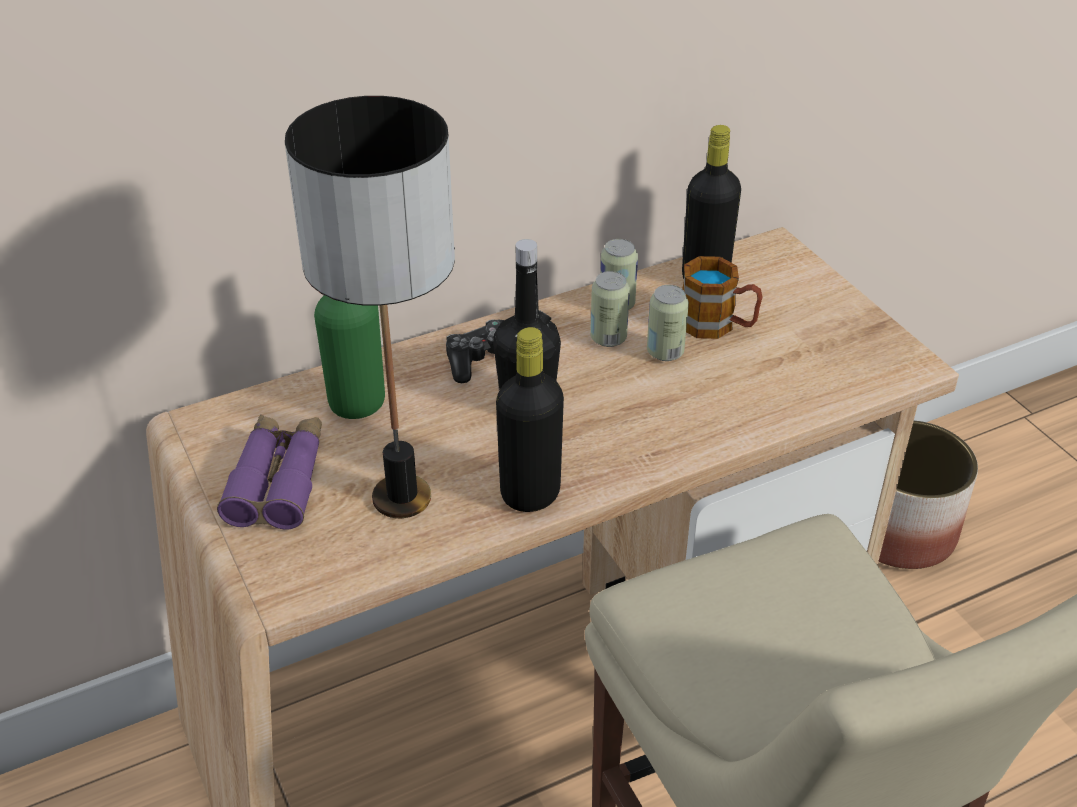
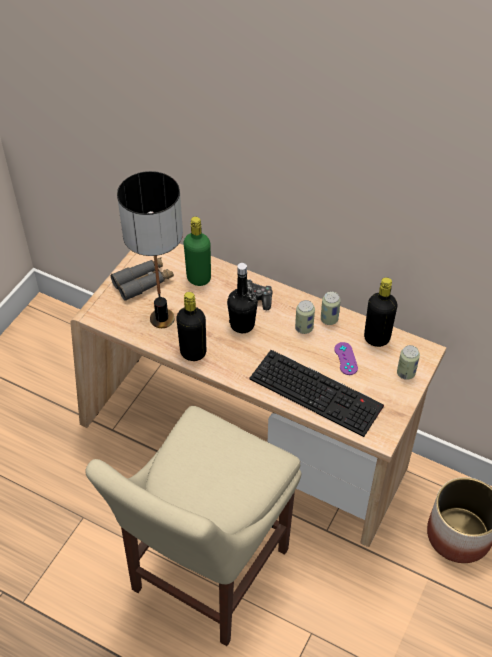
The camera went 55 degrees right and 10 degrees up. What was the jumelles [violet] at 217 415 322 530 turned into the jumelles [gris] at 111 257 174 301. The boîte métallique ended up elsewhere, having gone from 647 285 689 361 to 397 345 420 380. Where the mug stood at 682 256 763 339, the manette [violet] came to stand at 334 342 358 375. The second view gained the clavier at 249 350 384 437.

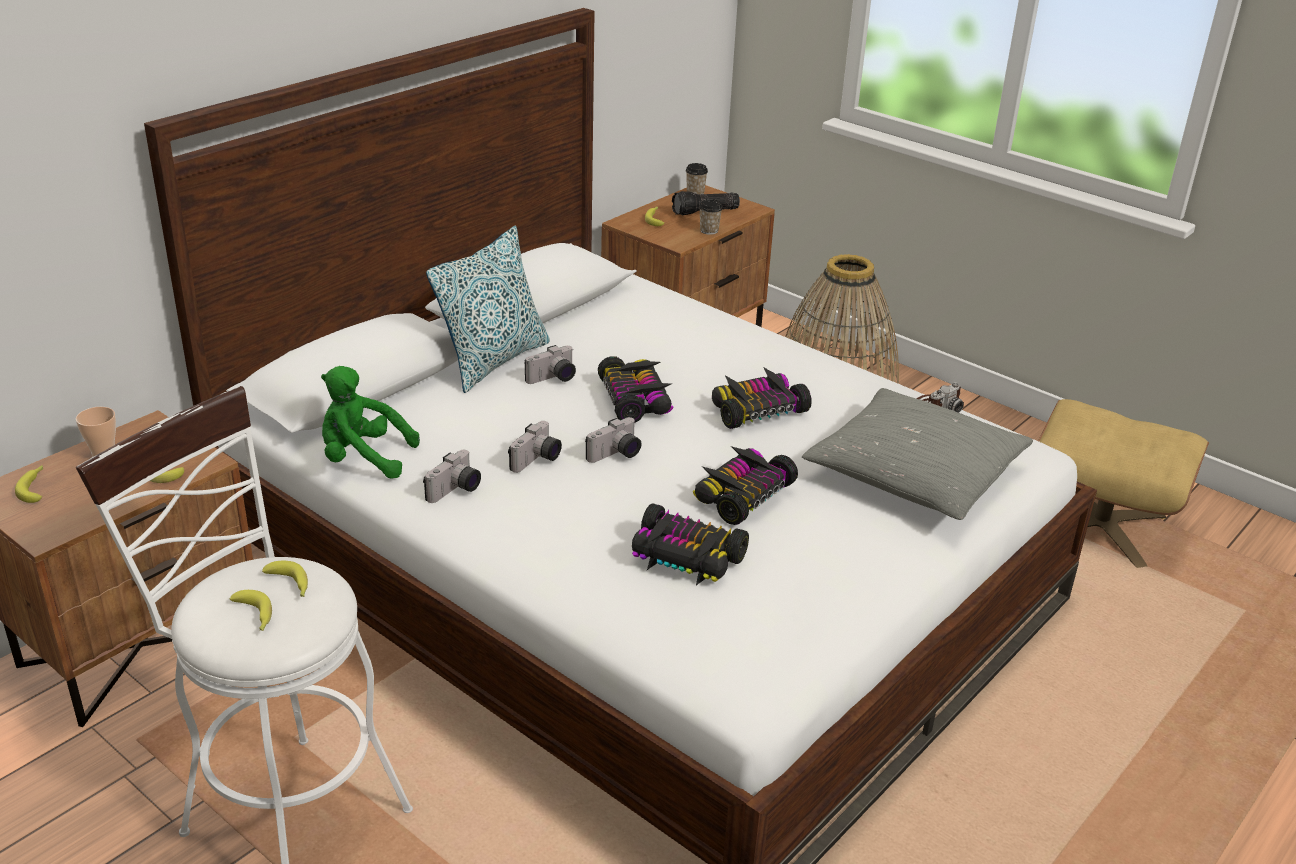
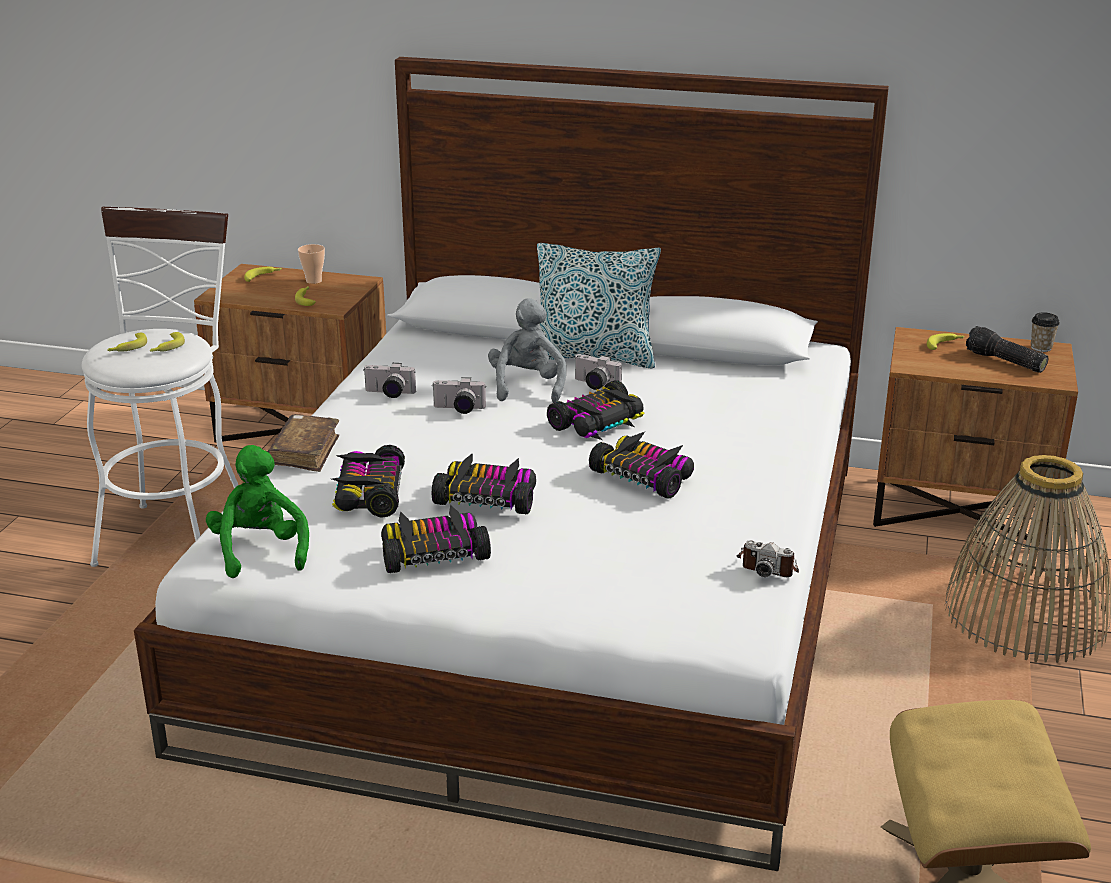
The camera went 65 degrees right and 5 degrees down. The peluche [vert] ended up elsewhere, having gone from 321 366 420 479 to 206 445 309 578. The second view lost the appareil photo at 585 417 641 463. The second view lost the tasse at 699 199 723 235. The second view lost the coussin [gris] at 802 388 1033 520. The second view gained the livre [marron] at 267 414 339 472. The second view gained the petite voiture at 381 505 491 573. The second view gained the peluche [gris] at 488 298 566 403.

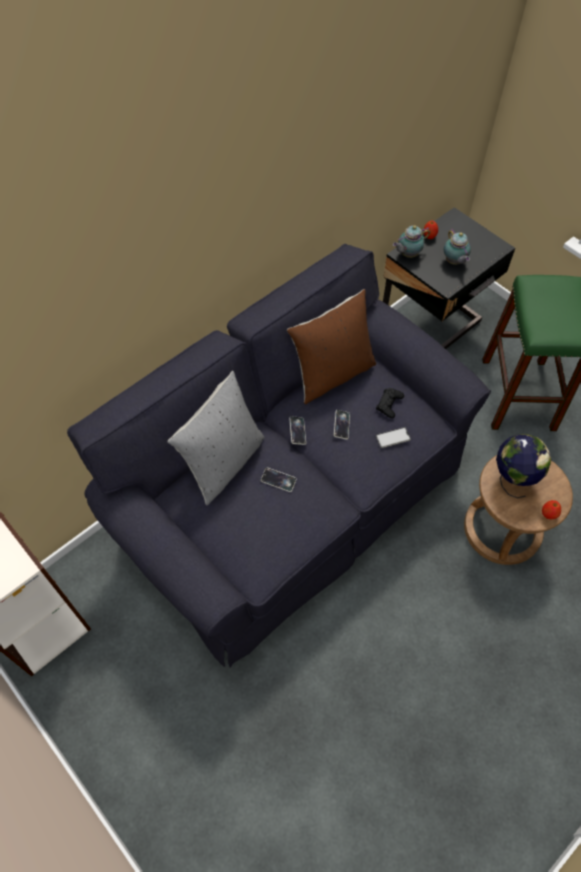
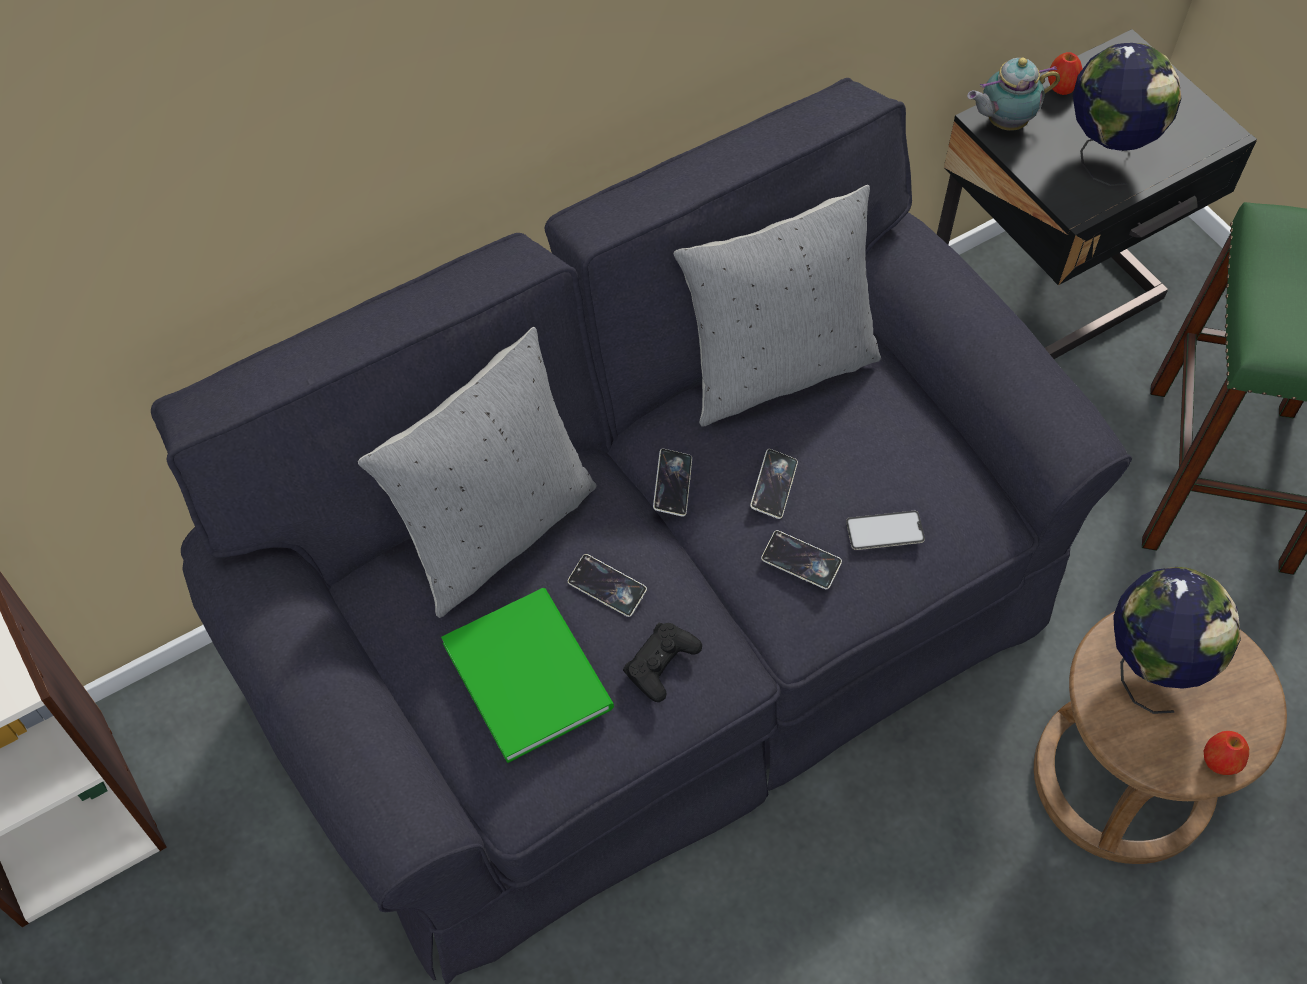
The camera went 10 degrees right and 0 degrees up. What was the coussin [marron] at 287 289 376 404 turned into the coussin [gris] at 674 185 881 426. The manette [noir] ended up elsewhere, having gone from 376 388 404 418 to 623 623 702 702. Where the théière stood at 444 229 471 265, the globe came to stand at 1073 43 1181 186. The second view gained the livre [vert] at 441 588 614 763. The second view gained the téléphone at 761 530 842 589.

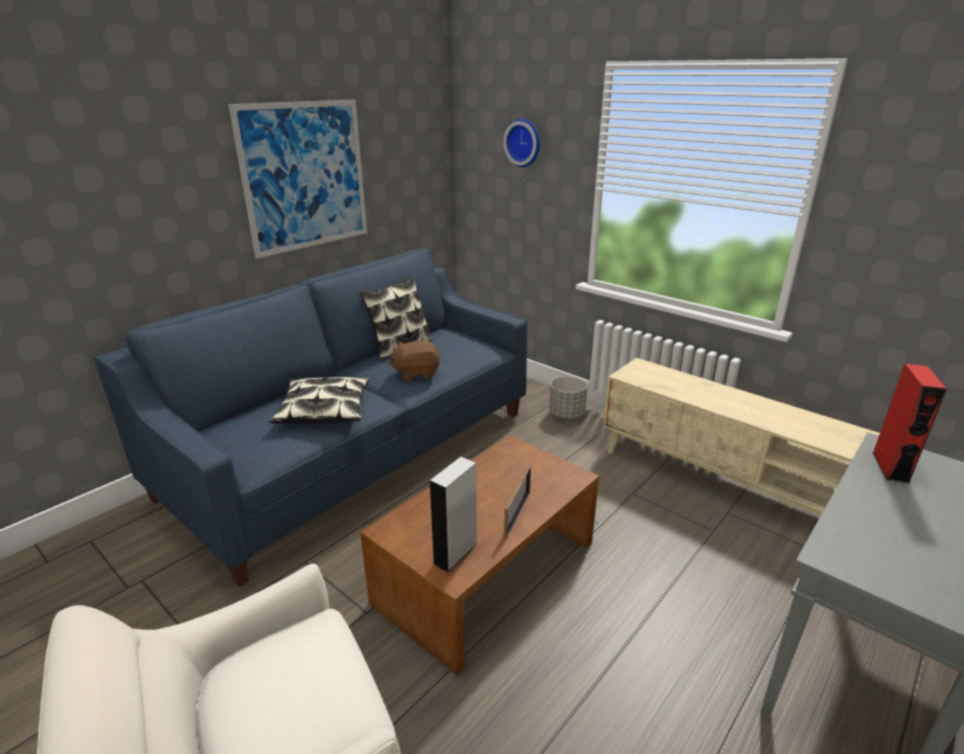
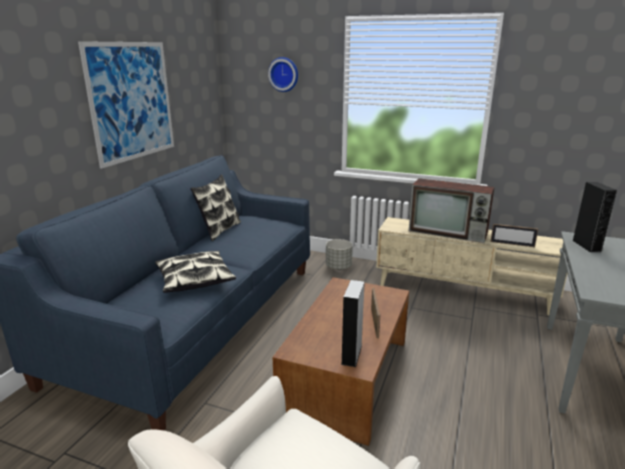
The camera went 20 degrees left and 5 degrees down. The second view lost the peluche [marron] at 389 340 440 381. What was the enceinte [rouge] at 872 364 947 484 turned into the enceinte [noir] at 572 182 617 252. The second view gained the téléviseur at 409 178 494 243. The second view gained the cadre photo at 491 224 538 247.

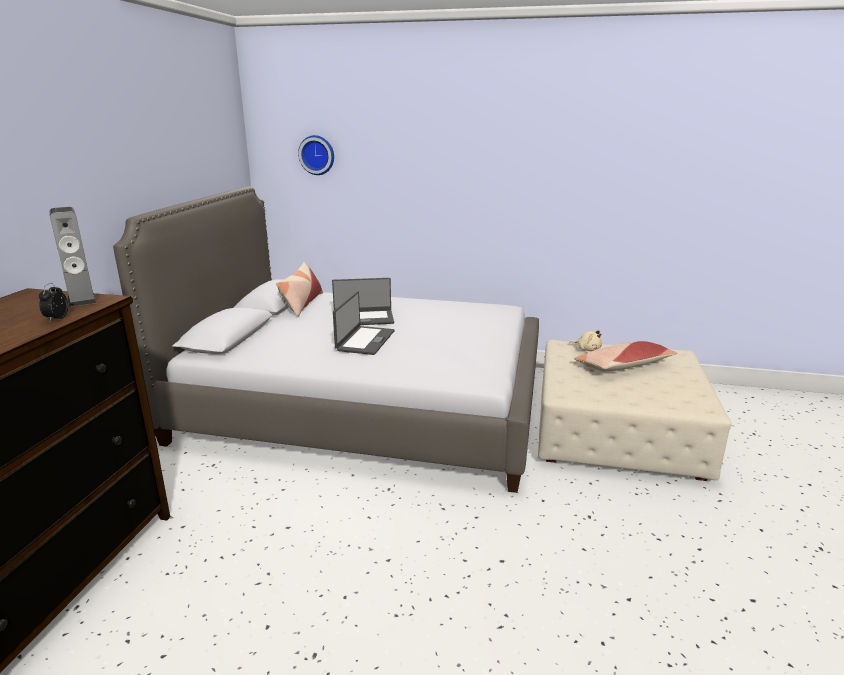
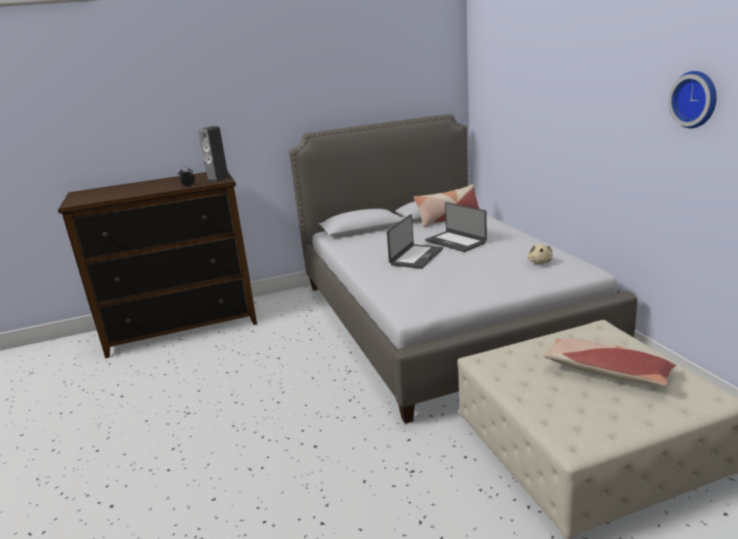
The camera went 60 degrees right and 0 degrees up. The horloge murale ended up elsewhere, having gone from 298 135 334 175 to 668 71 717 128. The ordinateur portable at 333 292 395 355 ended up facing another way, 45 degrees counterclockwise from before. The peluche [beige] ended up elsewhere, having gone from 569 330 602 351 to 527 244 553 264.

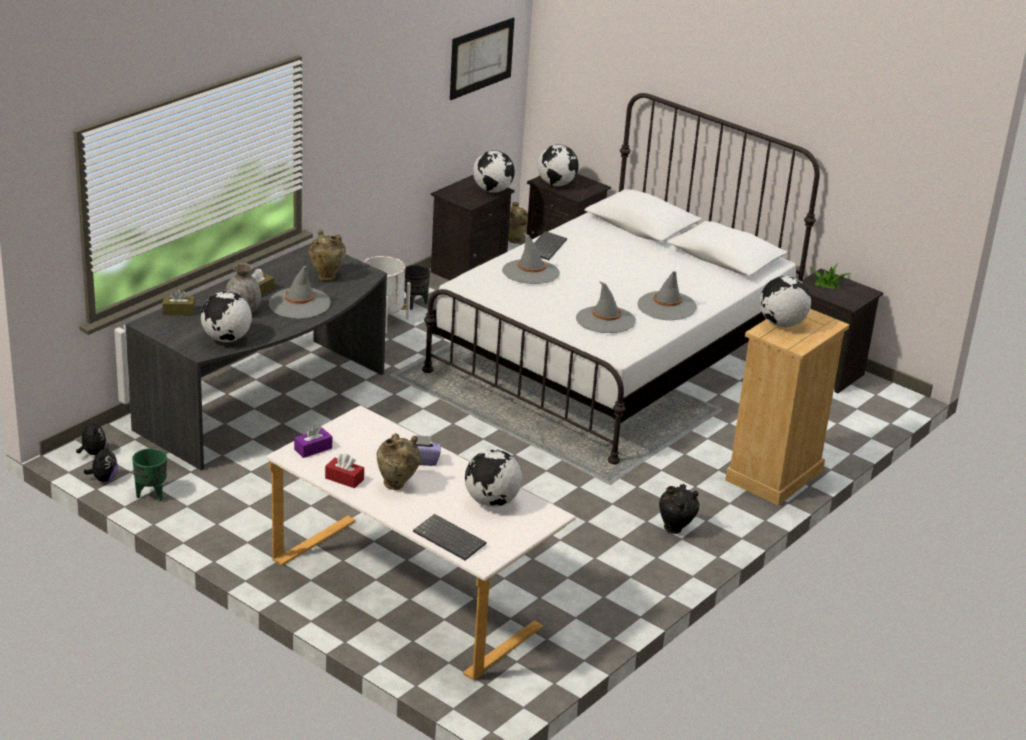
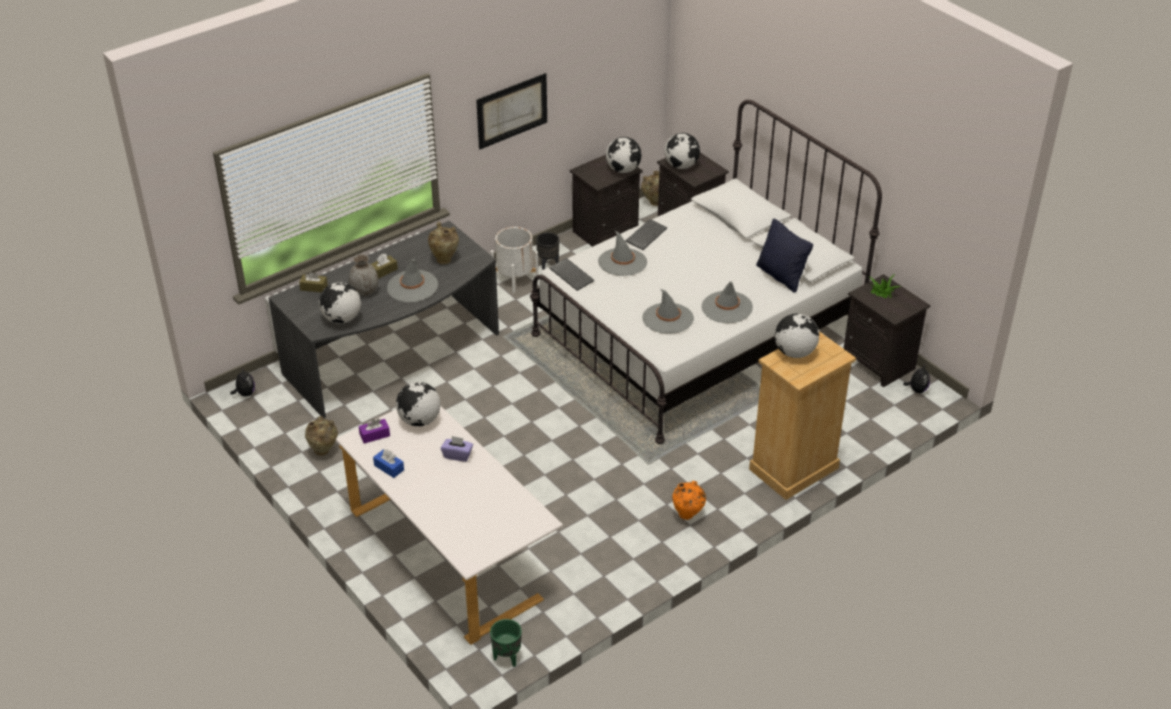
The camera went 15 degrees right and 10 degrees up. The peluche ended up elsewhere, having gone from 84 443 118 482 to 903 365 930 393. The cache-pot [vert] ended up elsewhere, having gone from 132 448 167 501 to 490 619 522 667. What was the boîte à mouchoirs [rouge] at 325 454 364 488 turned into the boîte à mouchoirs [bleu] at 373 449 404 478. The vase [beige] ended up elsewhere, having gone from 377 433 421 490 to 305 416 338 456. The clavier ended up elsewhere, having gone from 413 514 487 560 to 549 258 594 291. The tableau ended up elsewhere, having gone from 450 18 515 100 to 476 73 547 149. The globe ended up elsewhere, having gone from 465 449 522 507 to 396 382 441 427. What was the vase [noir] at 659 484 699 534 turned into the vase [orange] at 672 481 706 520. The second view gained the coussin [noir] at 756 219 813 293.

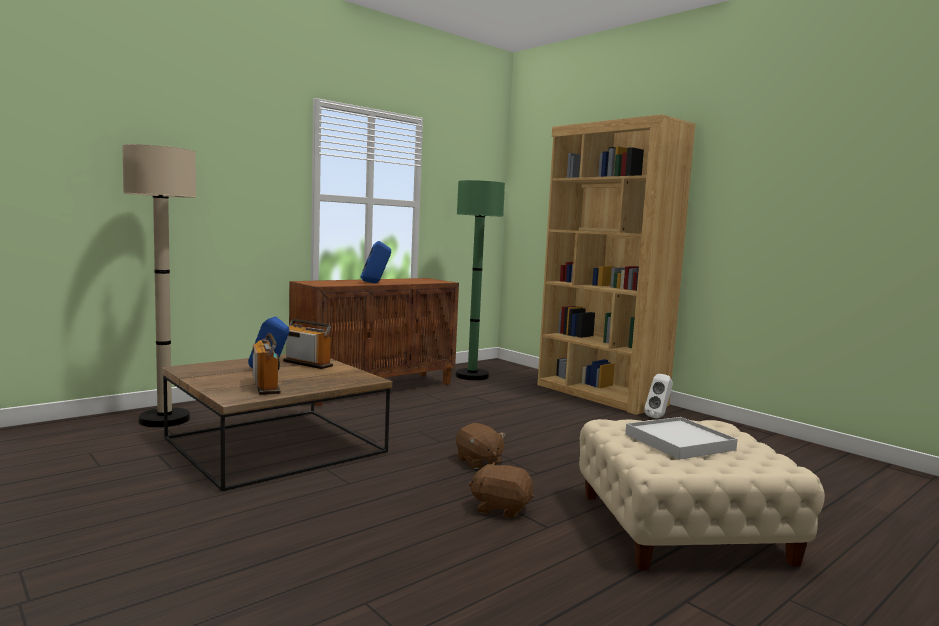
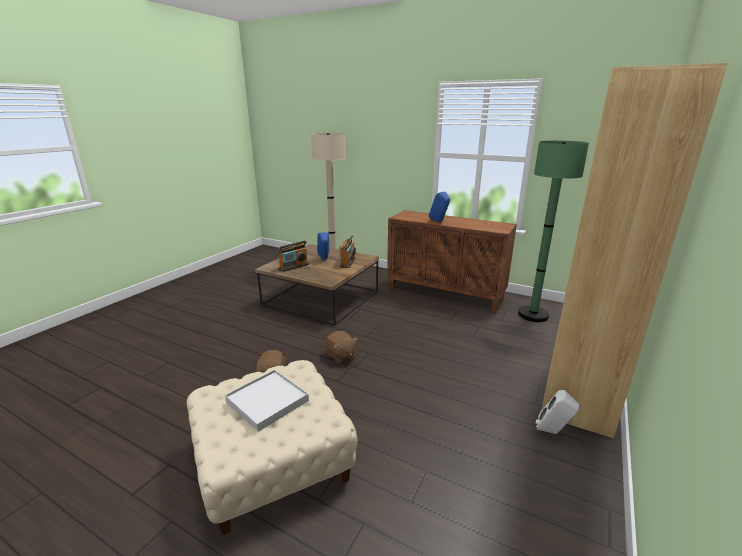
The camera went 70 degrees right and 15 degrees up. The peluche [marron] at 456 423 506 469 ended up facing another way, 75 degrees counterclockwise from before.

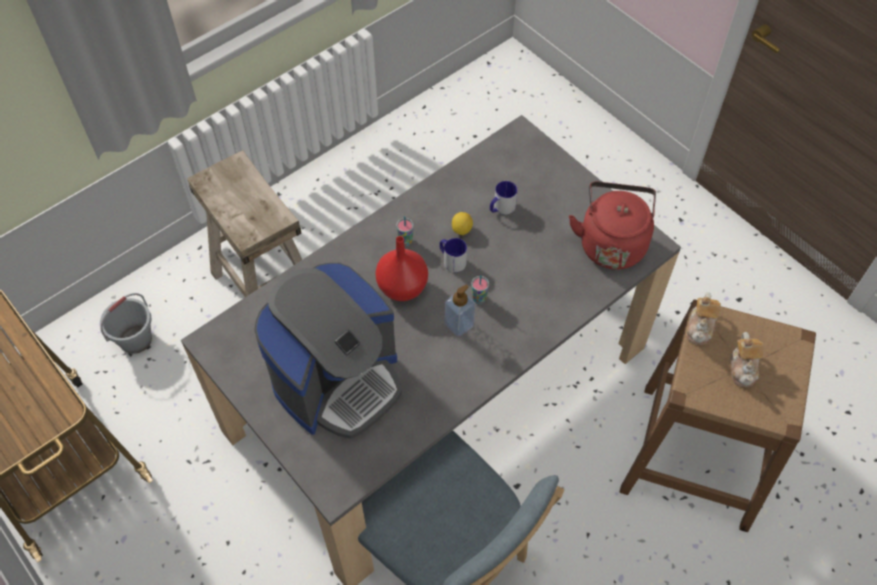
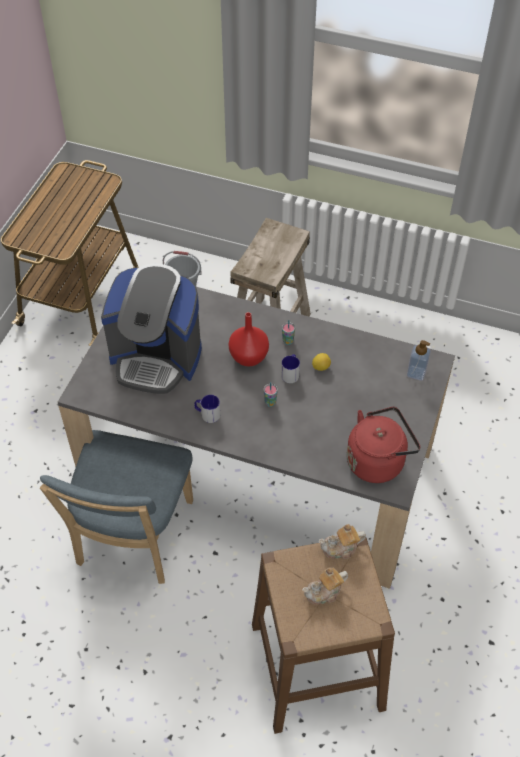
The camera went 60 degrees right and 5 degrees down. The distributeur de savon ended up elsewhere, having gone from 445 285 475 337 to 407 340 431 381. The mug ended up elsewhere, having gone from 490 181 518 214 to 194 395 220 423.

